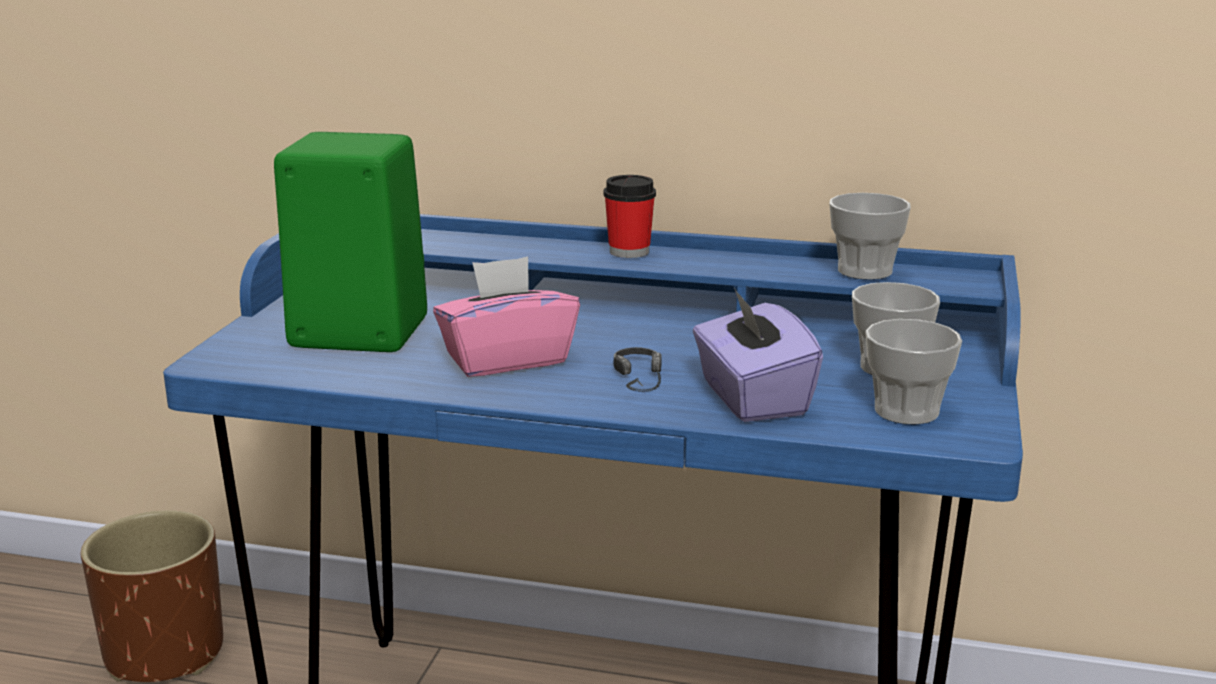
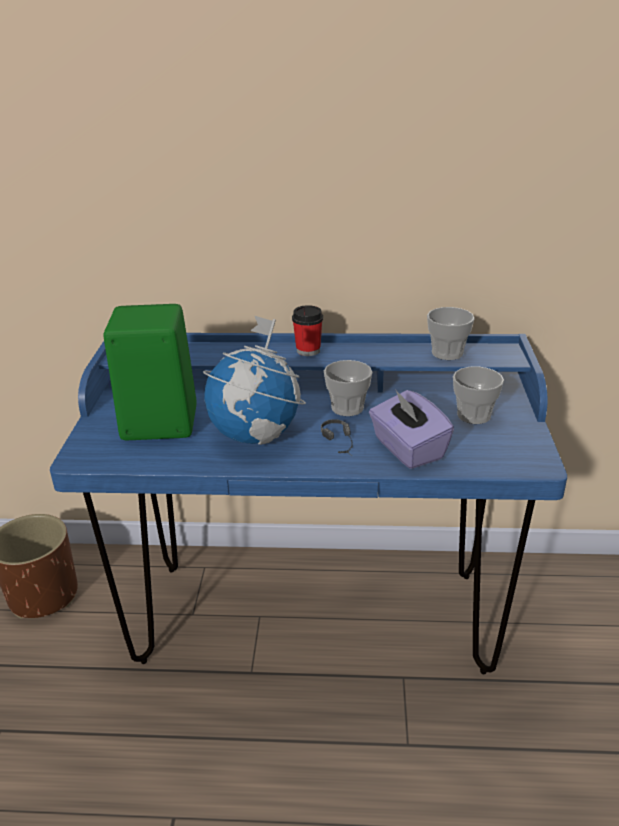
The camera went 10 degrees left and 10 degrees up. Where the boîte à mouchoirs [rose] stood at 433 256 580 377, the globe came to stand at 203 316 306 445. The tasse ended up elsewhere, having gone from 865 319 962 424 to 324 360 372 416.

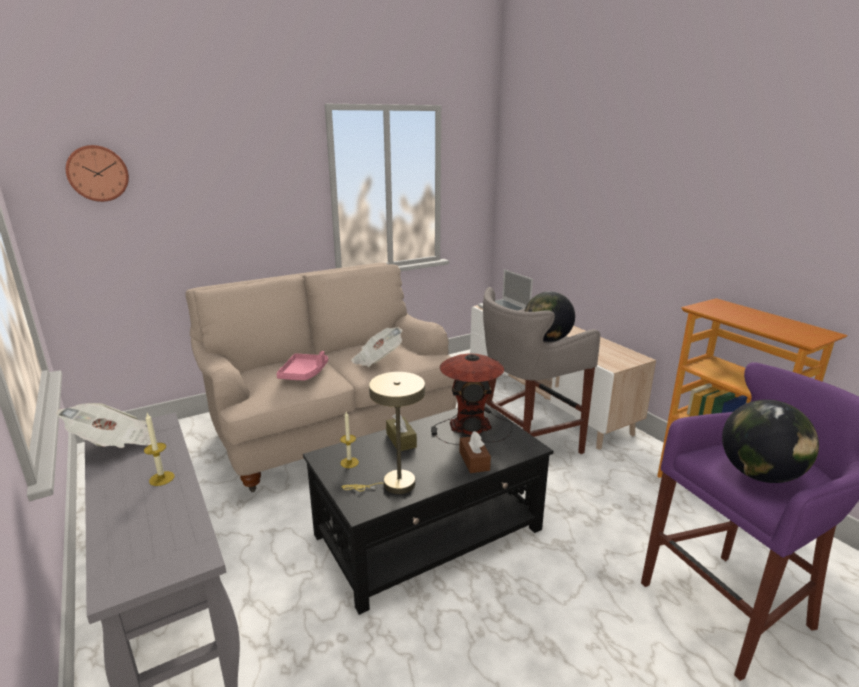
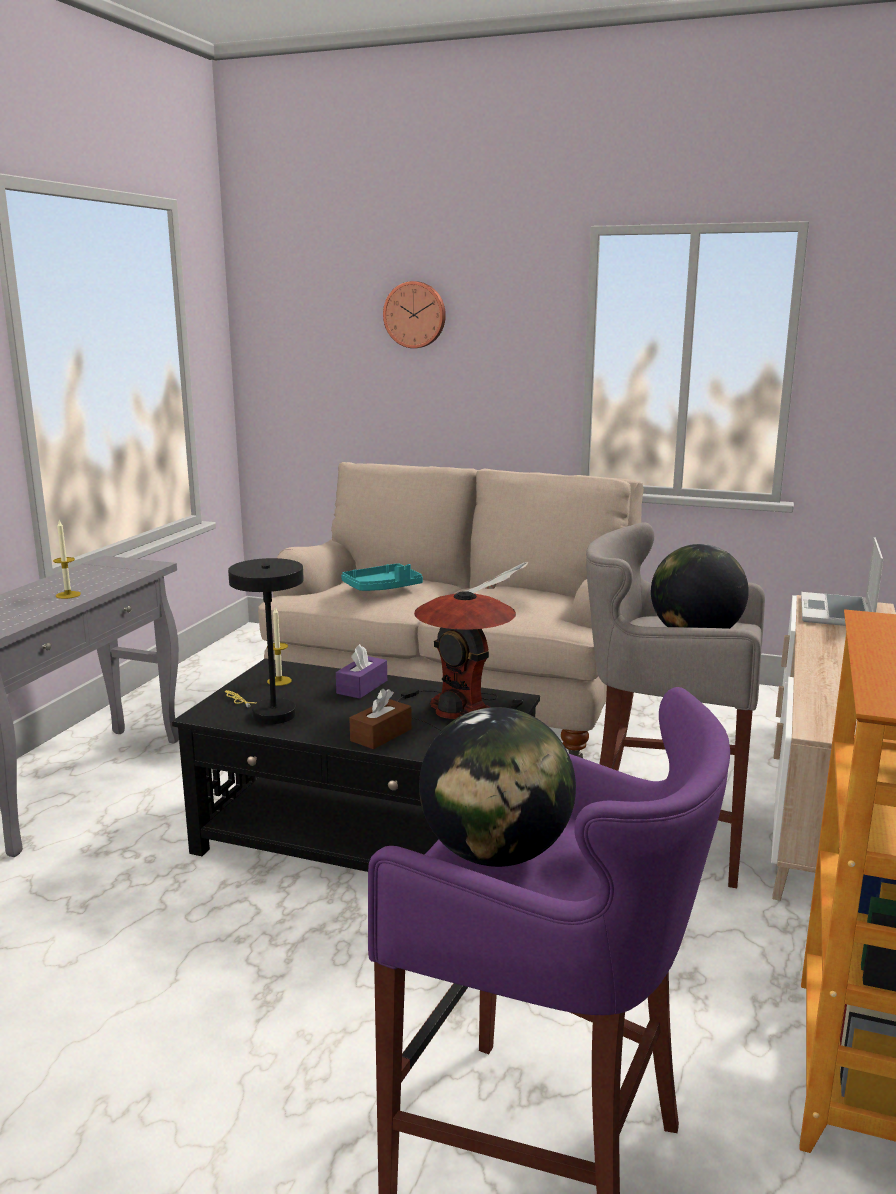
The camera went 50 degrees right and 5 degrees down. The second view lost the journal at 56 403 151 448. The horloge murale ended up elsewhere, having gone from 66 145 129 202 to 383 281 446 348. What was the plateau [rose] at 276 351 328 380 turned into the plateau [turquoise] at 341 563 423 591. What was the lampe de table [beige] at 341 372 425 494 turned into the lampe de table [noir] at 225 558 304 724. What was the boîte à mouchoirs [marron] at 386 414 417 451 turned into the boîte à mouchoirs [violet] at 336 644 387 699.

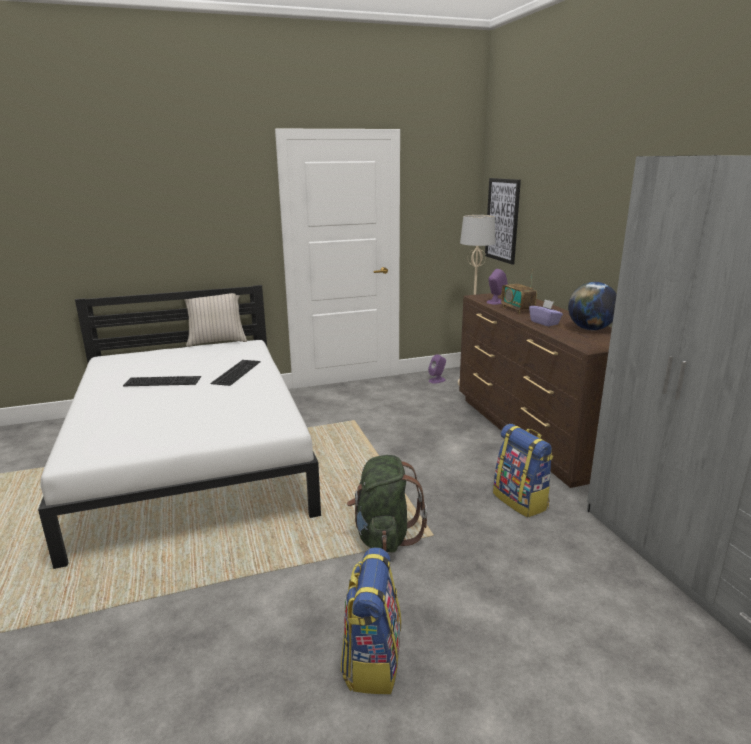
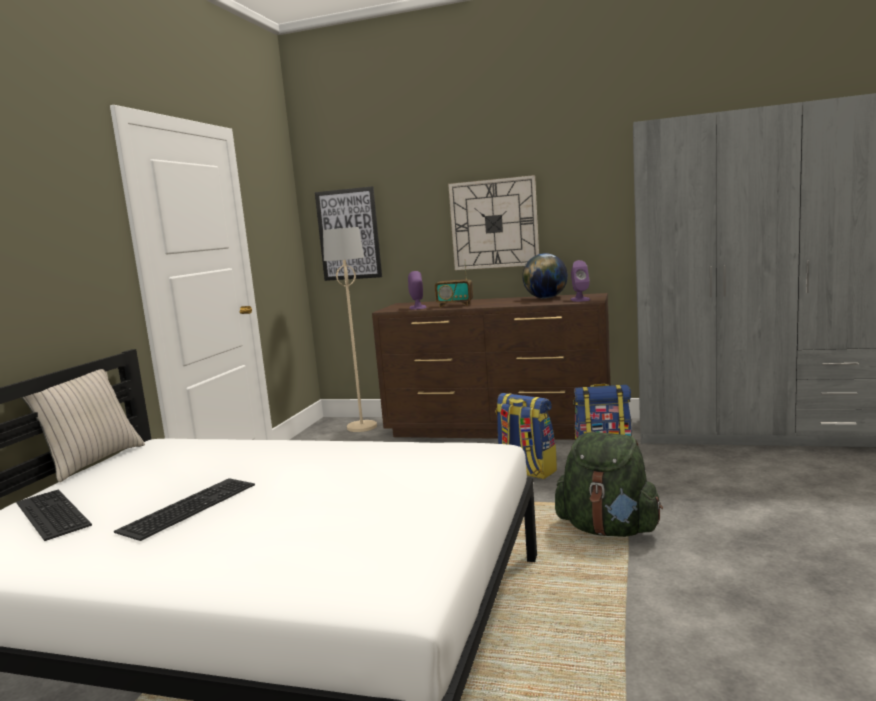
The camera went 55 degrees left and 10 degrees down. The clavier ended up elsewhere, having gone from 210 360 261 386 to 16 490 92 541. The sac à dos ended up elsewhere, having gone from 341 547 401 694 to 496 393 557 479. The enceinte [violet] ended up elsewhere, having gone from 428 354 446 384 to 570 260 590 302. The second view lost the boîte à mouchoirs [violet] at 529 299 563 326. The second view gained the horloge murale at 448 175 539 270.

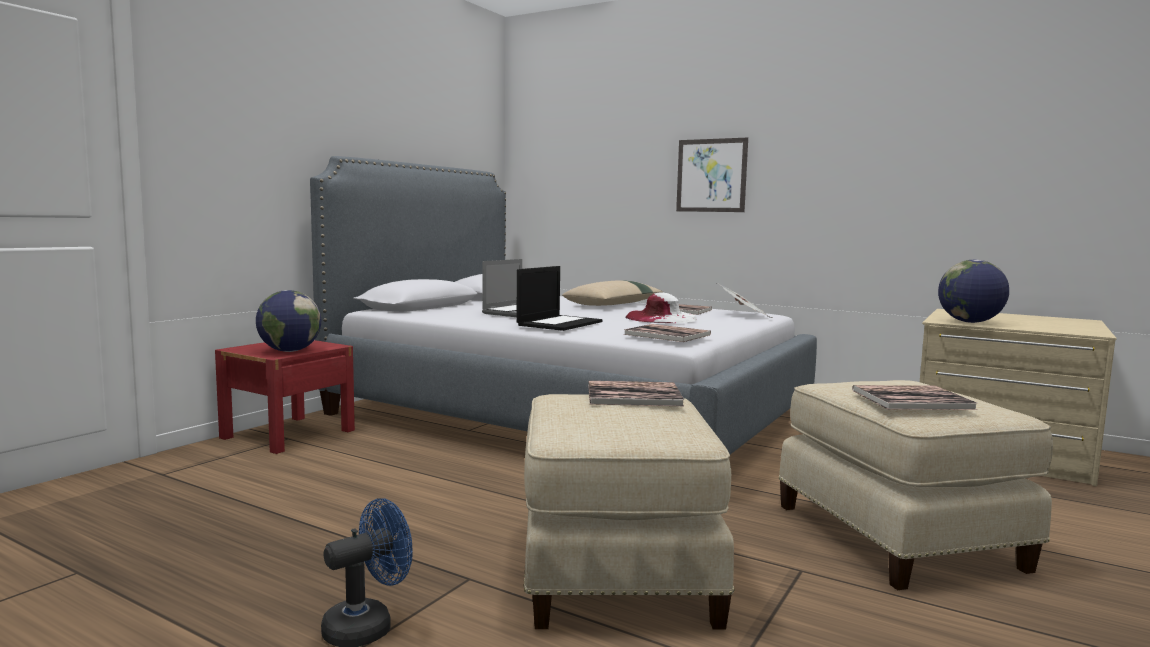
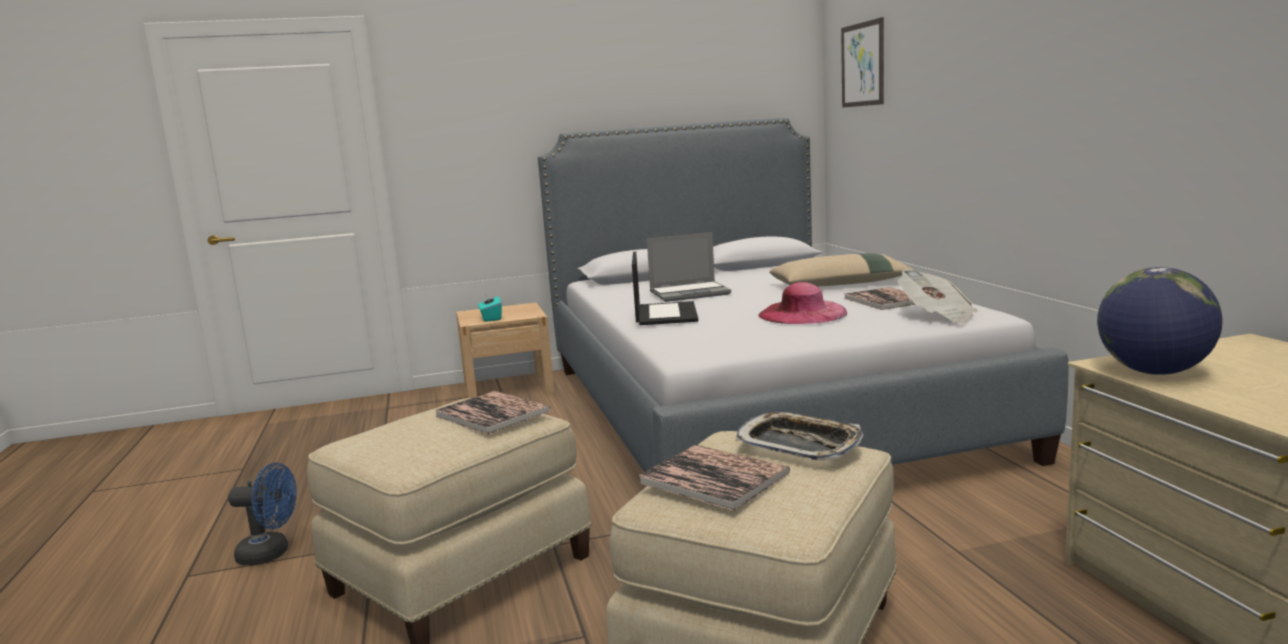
The camera went 45 degrees right and 5 degrees up. What was the table de chevet [rouge] at 215 340 355 454 turned into the table de chevet [beige] at 456 302 554 398. Where the globe stood at 256 290 321 352, the boîte à mouchoirs [turquoise] came to stand at 478 292 502 322. The ordinateur portable at 516 266 602 331 ended up facing another way, 75 degrees counterclockwise from before. The second view lost the livre at 623 324 711 342. What was the chapeau [blanc] at 625 292 697 323 turned into the chapeau [rose] at 758 282 847 324. The tableau ended up elsewhere, having gone from 676 137 748 212 to 841 17 884 108. The second view gained the plateau at 736 412 863 461.

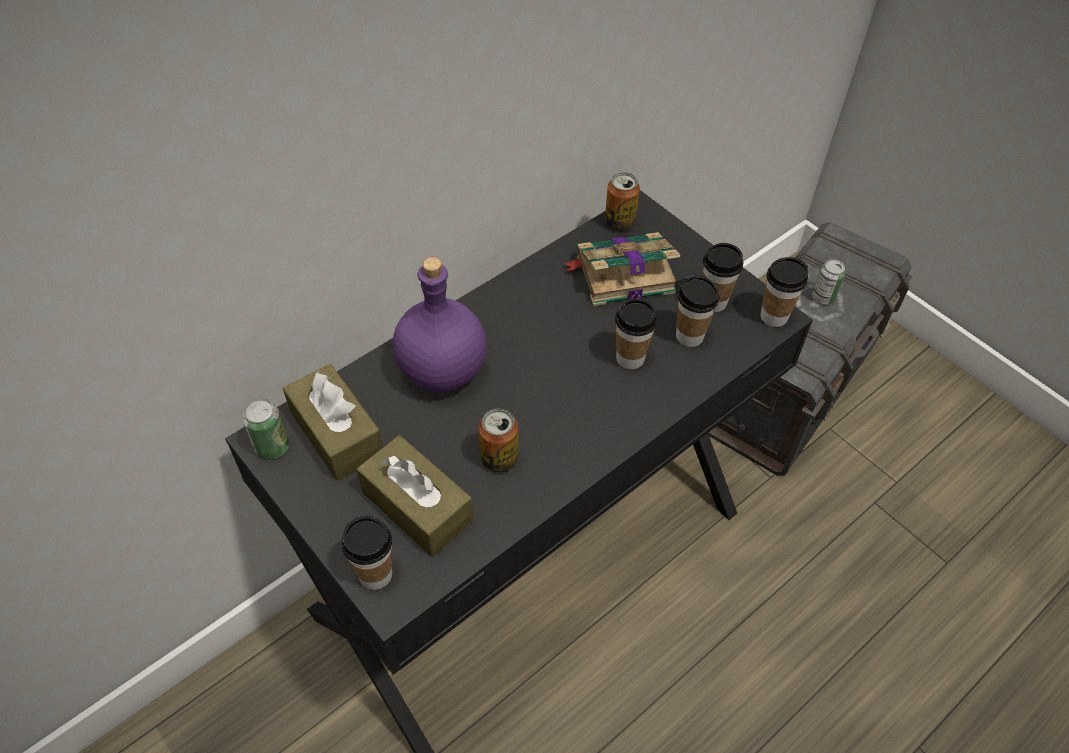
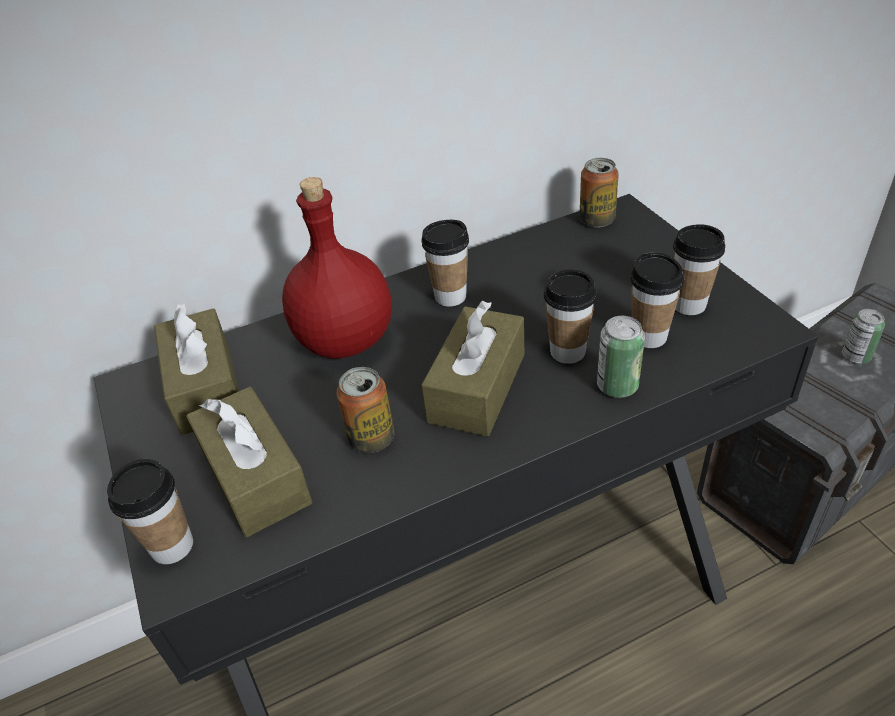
The camera went 20 degrees right and 10 degrees down. The boîte métallique ended up elsewhere, having gone from 242 398 289 460 to 597 316 645 398. What was the bouteille [violet] at 393 257 487 393 turned into the bouteille [rouge] at 282 177 392 359. The second view lost the livre at 563 232 680 306. The tasse ended up elsewhere, having gone from 761 257 808 327 to 421 220 469 307. The second view gained the boîte à mouchoirs [marron] at 421 301 524 437.

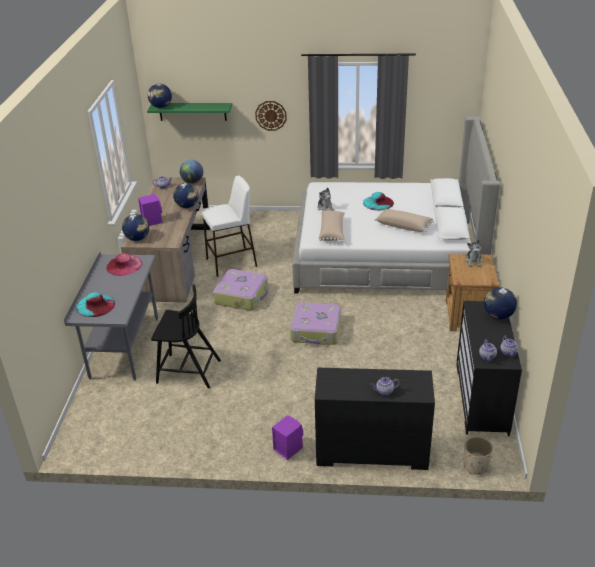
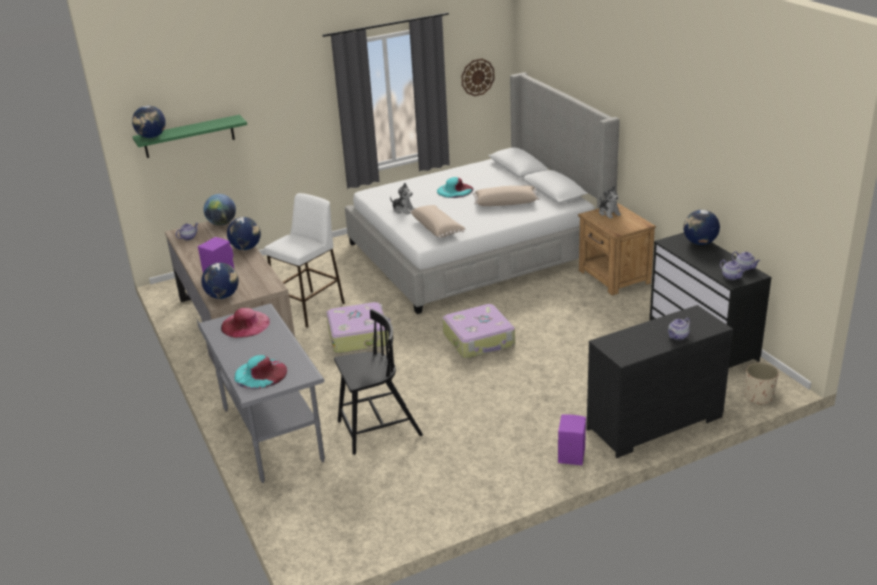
The camera went 30 degrees left and 5 degrees down. The horloge murale ended up elsewhere, having gone from 255 101 287 131 to 461 59 495 96.

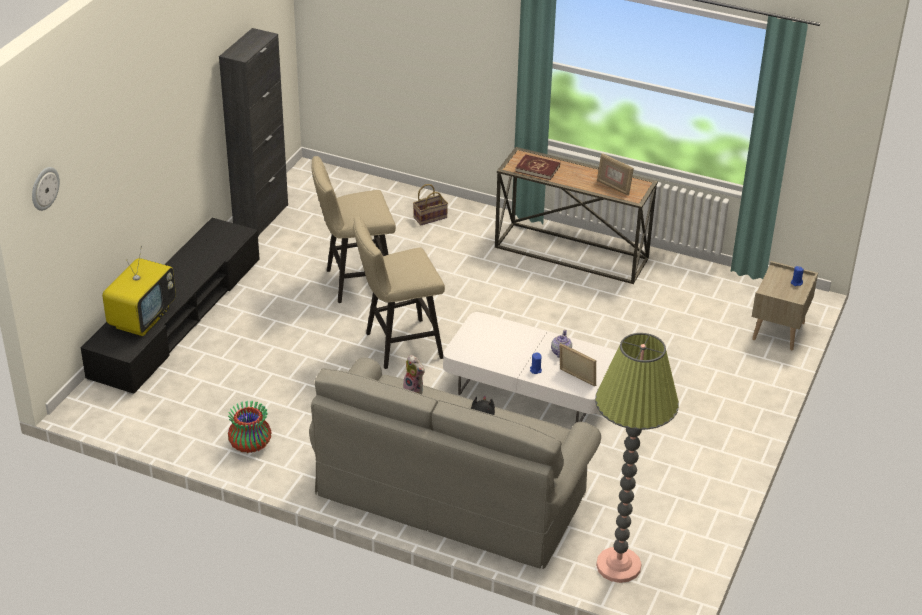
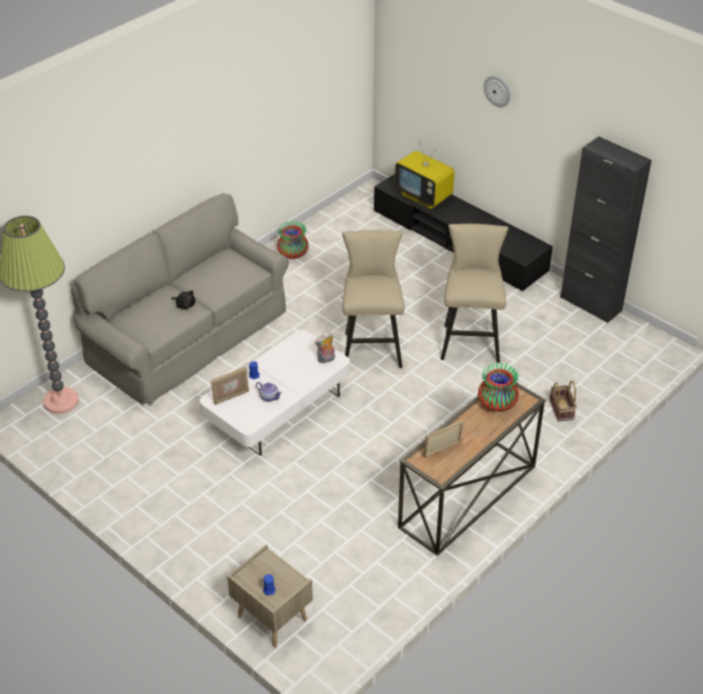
The camera went 110 degrees right and 5 degrees up. The horloge murale ended up elsewhere, having gone from 32 167 60 211 to 484 76 511 107. The peluche ended up elsewhere, having gone from 403 355 425 394 to 315 331 335 364. Where the livre [rouge] stood at 515 154 560 180, the vase came to stand at 478 363 519 412.

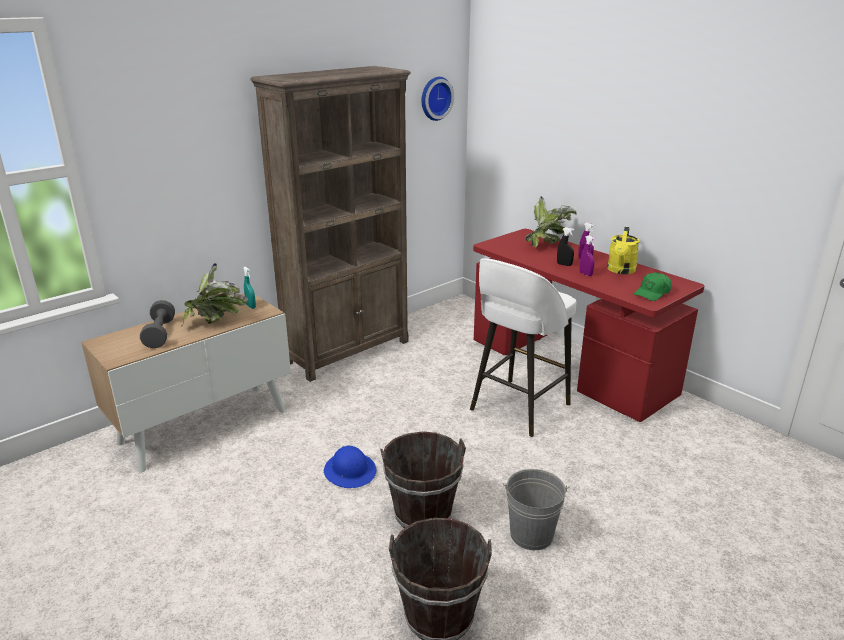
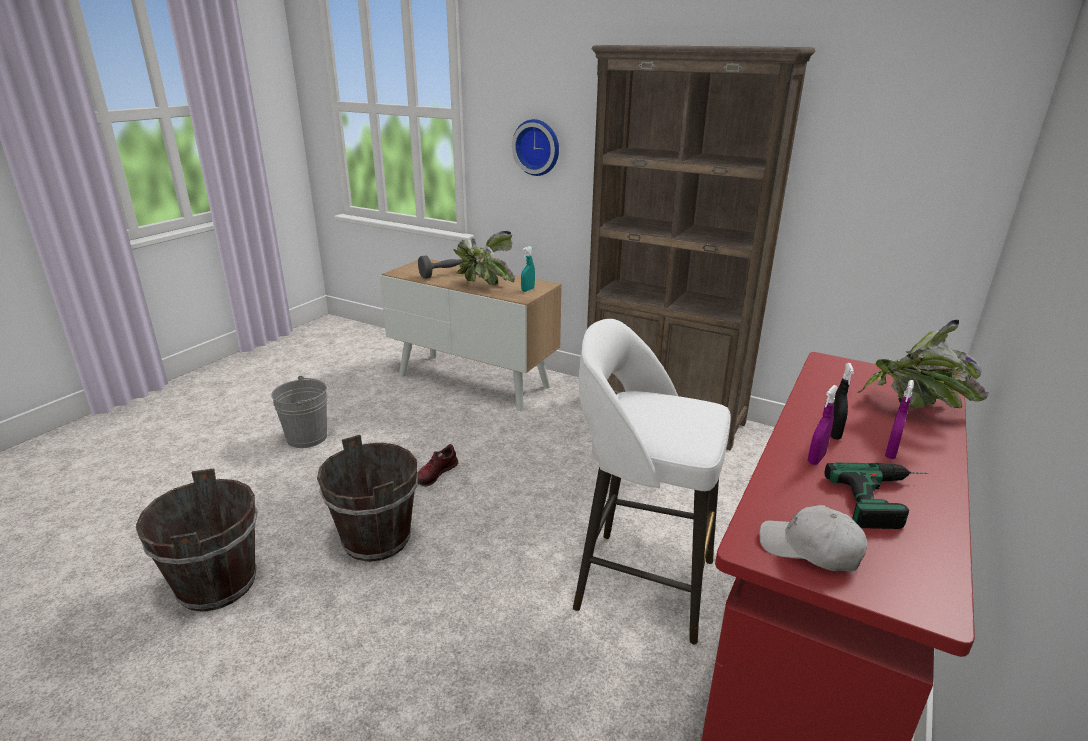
The camera went 70 degrees right and 0 degrees up. Where the casque de chantier [bleu] stood at 324 445 376 488, the chaussure came to stand at 417 444 458 487. The horloge murale ended up elsewhere, having gone from 422 77 454 121 to 512 119 559 176. The seau [gris] ended up elsewhere, having gone from 502 469 570 550 to 271 376 327 448. Where the arrosoir [jaune] stood at 607 227 640 274, the perceuse came to stand at 825 462 928 529. What was the casquette [vert] at 634 272 671 301 turned into the casquette [blanc] at 759 505 868 572.

